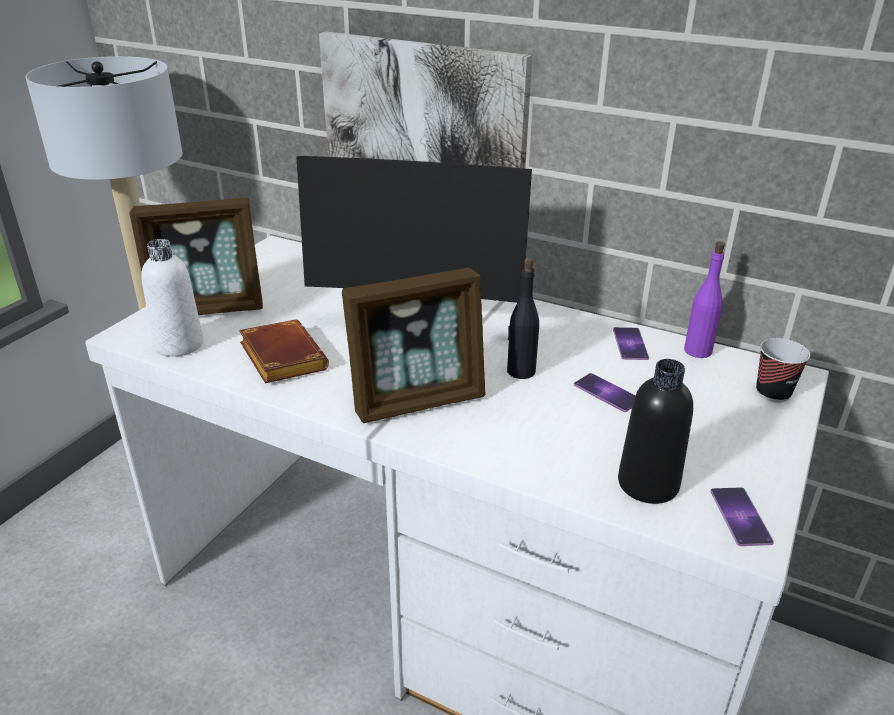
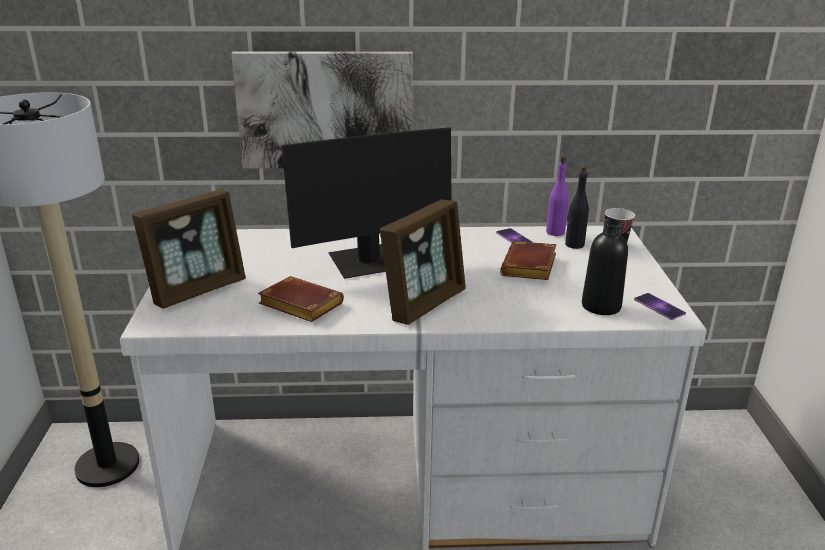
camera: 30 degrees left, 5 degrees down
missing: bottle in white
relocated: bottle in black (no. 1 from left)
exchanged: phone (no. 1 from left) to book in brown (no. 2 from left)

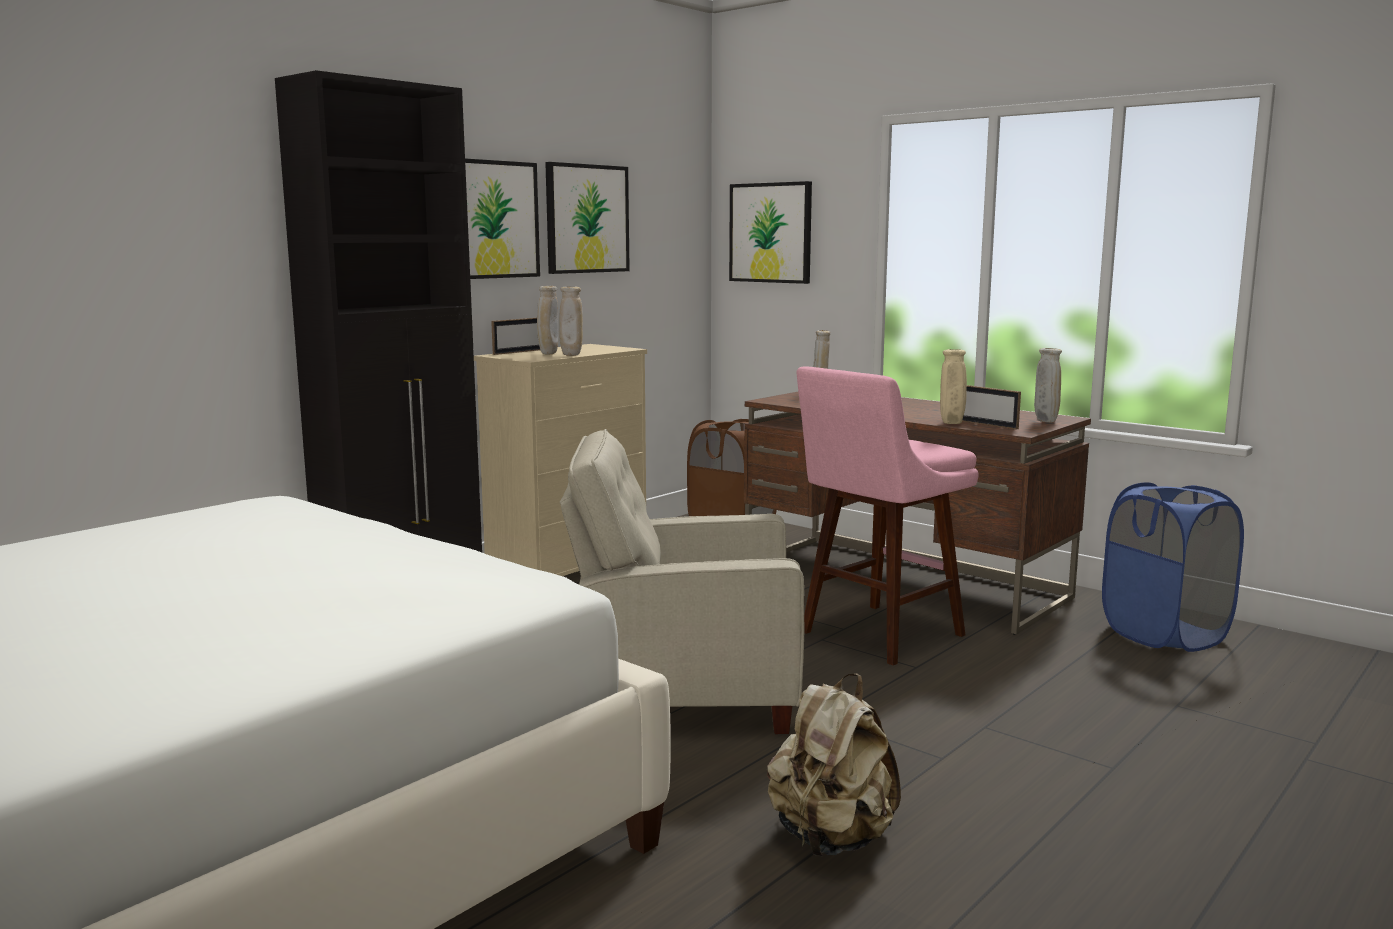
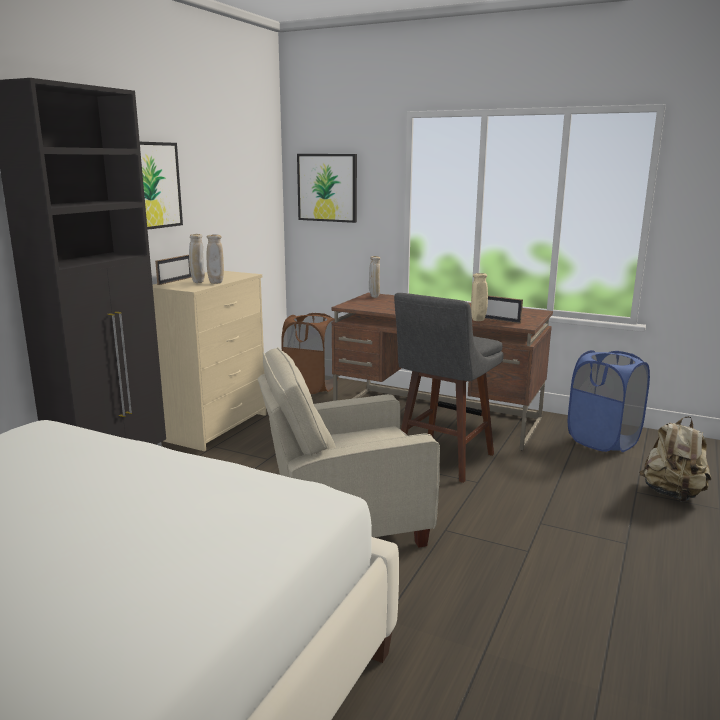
camera: 15 degrees left, 5 degrees up
missing: picture (no. 2 from left); vase in beige (no. 5 from left)
relocated: backpack in beige
colour: stool in pink to stool in grey

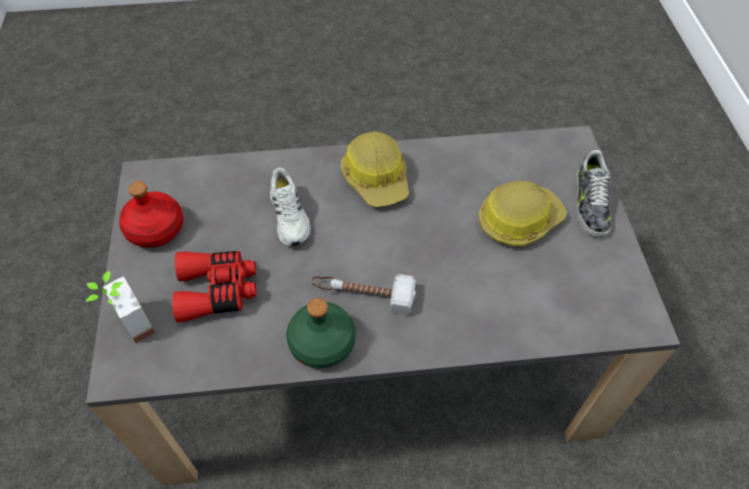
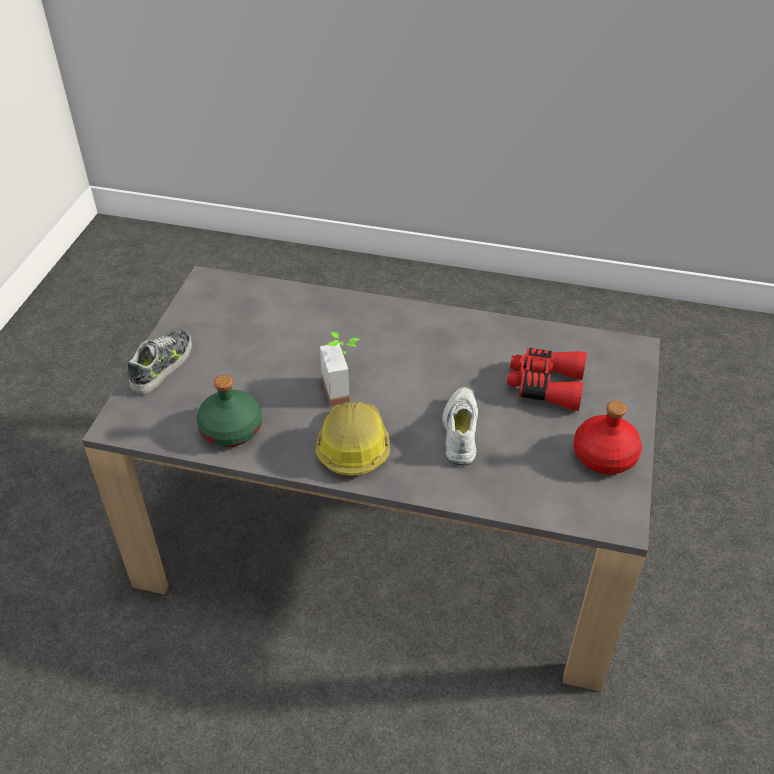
camera: 160 degrees left, 10 degrees down
missing: hammer; hard hat (no. 2 from left)
relocated: bottle in green; potted plant

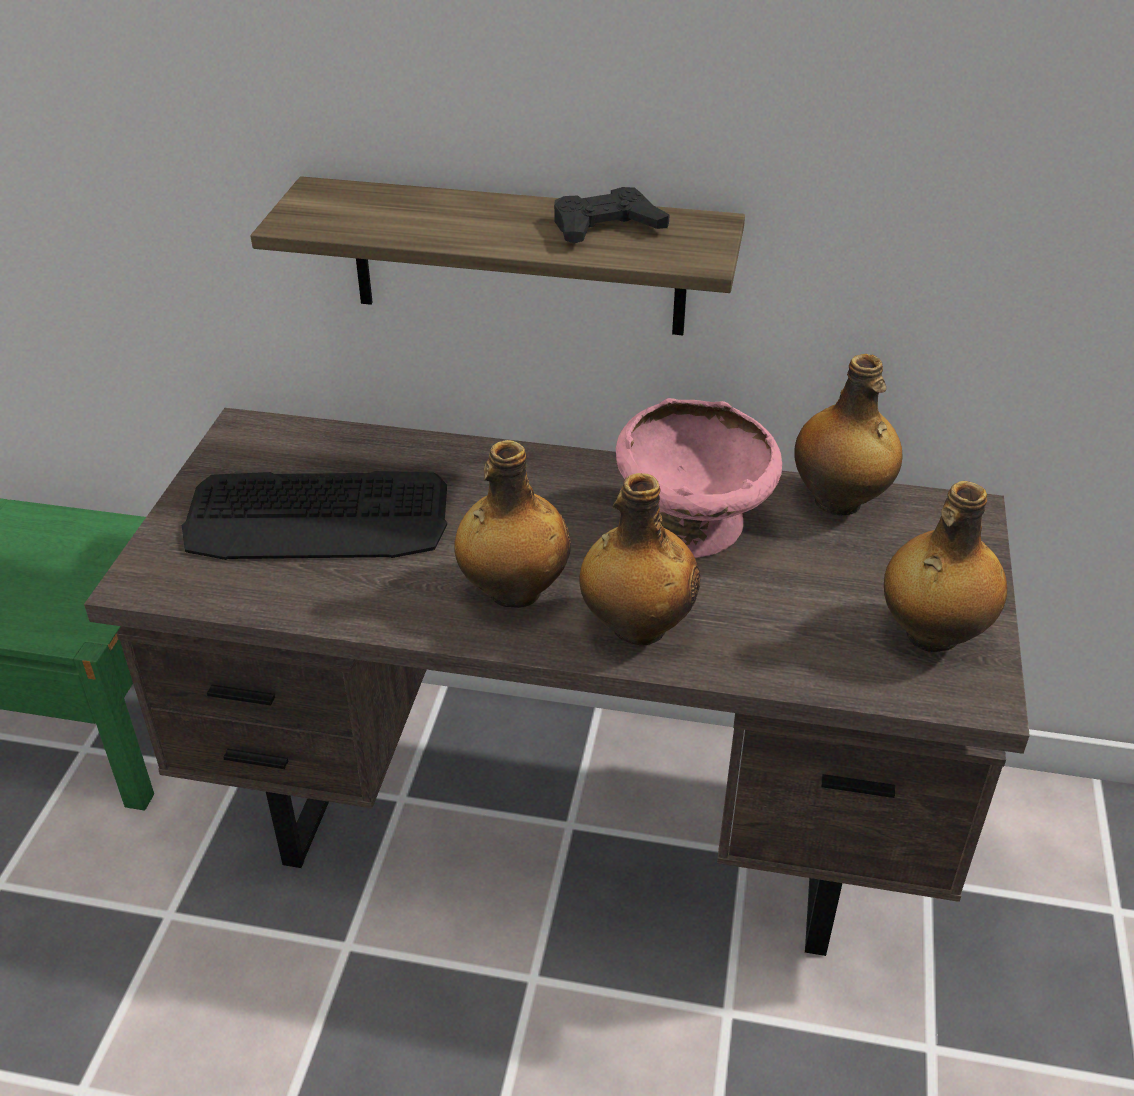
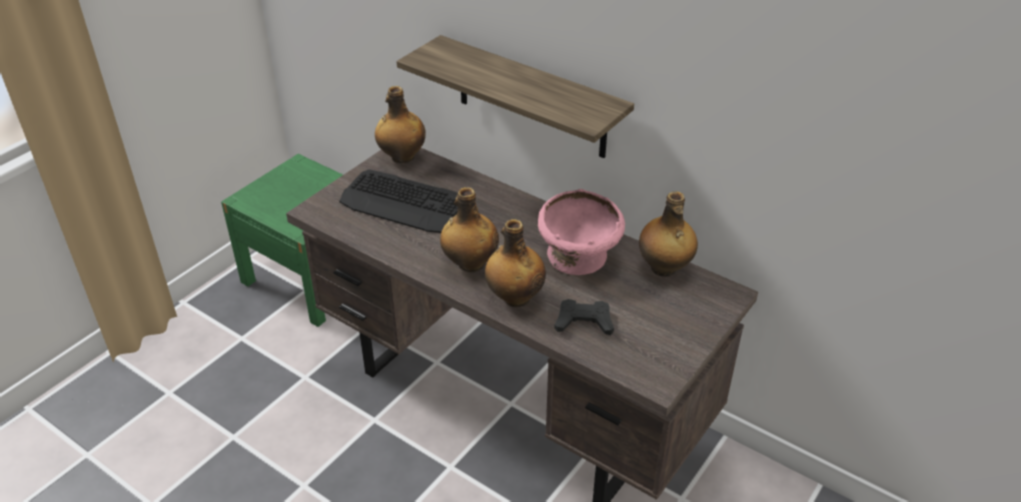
camera: 25 degrees right, 0 degrees up
relocated: bottle (no. 4 from left in the first image) to bottle (no. 1 from left); game controller in black

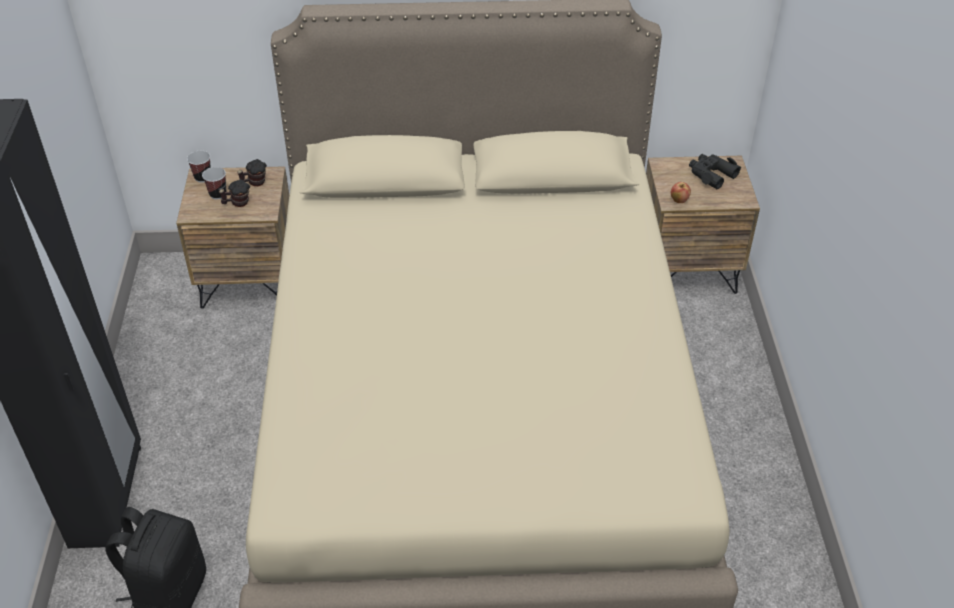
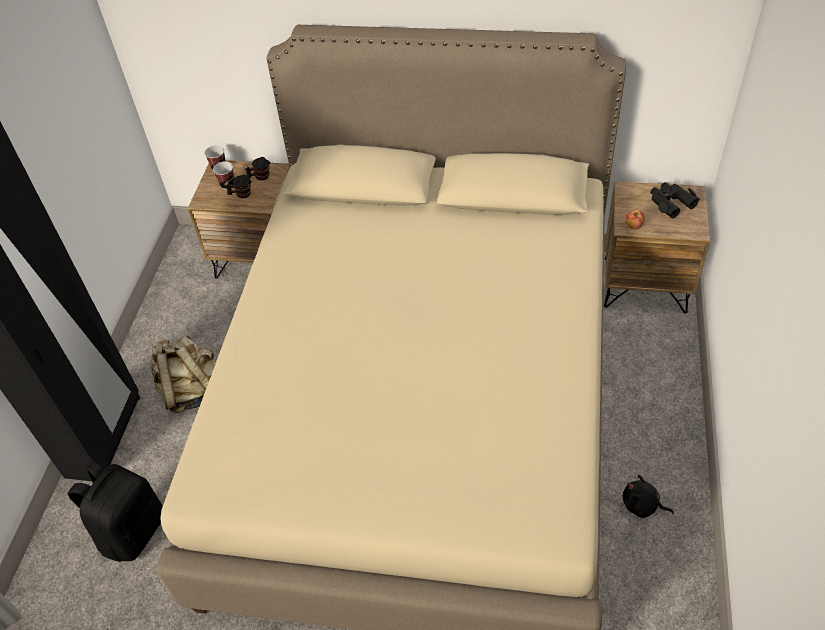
camera: 15 degrees right, 5 degrees up
appeared: backpack in beige; plush toy in black

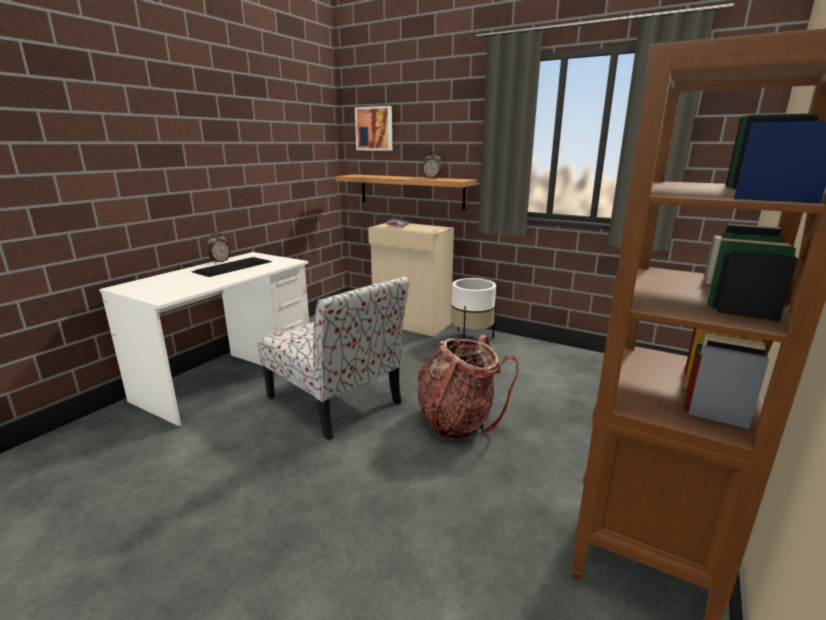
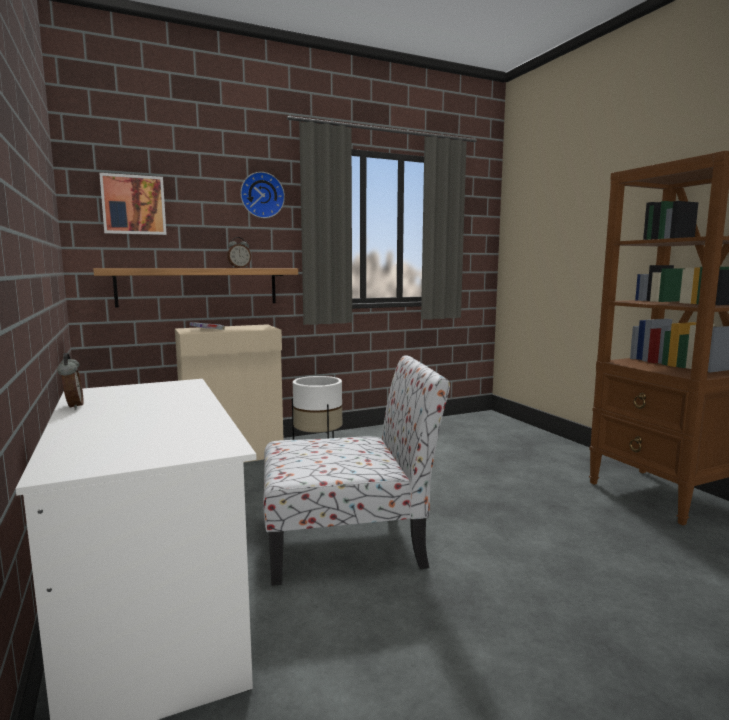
camera: 55 degrees left, 10 degrees down
missing: keyboard; backpack
appeared: wall clock

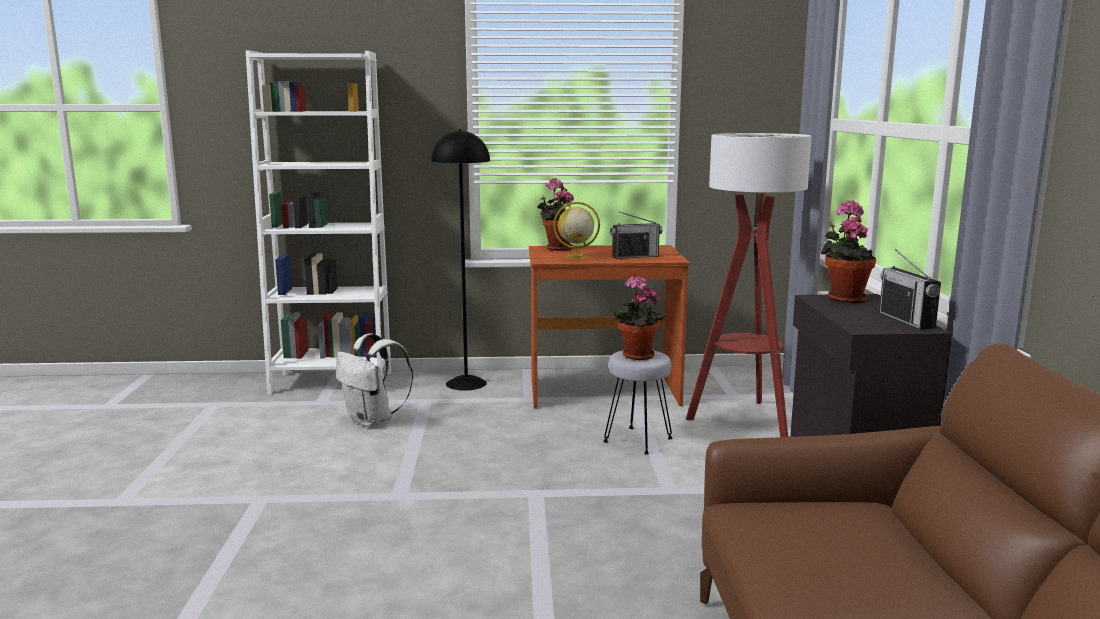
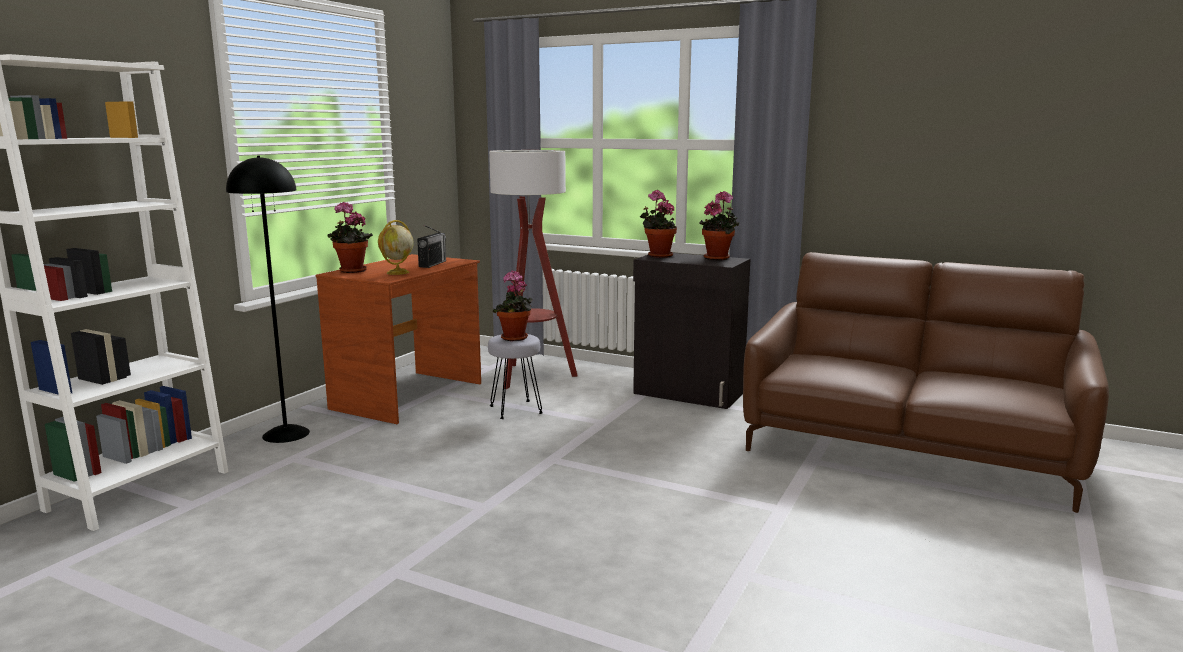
camera: 60 degrees left, 0 degrees up
missing: backpack in white
exchanged: radio (no. 2 from left) to potted plant (no. 4 from left)

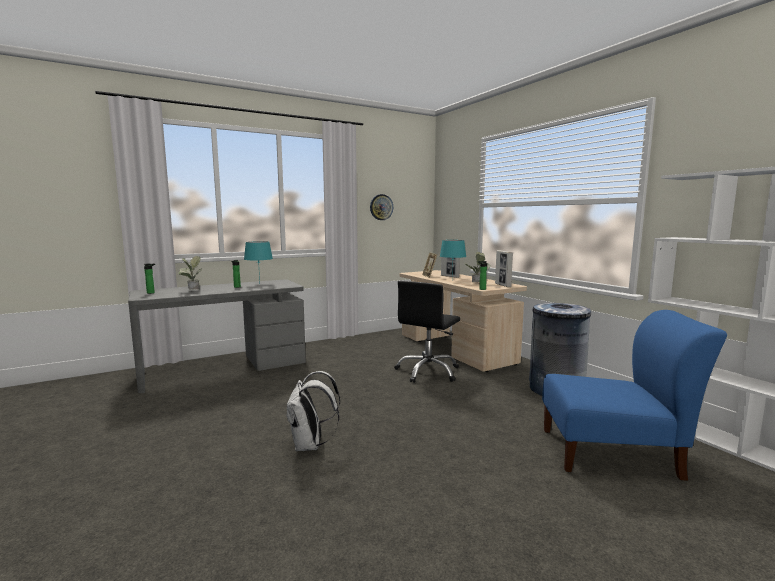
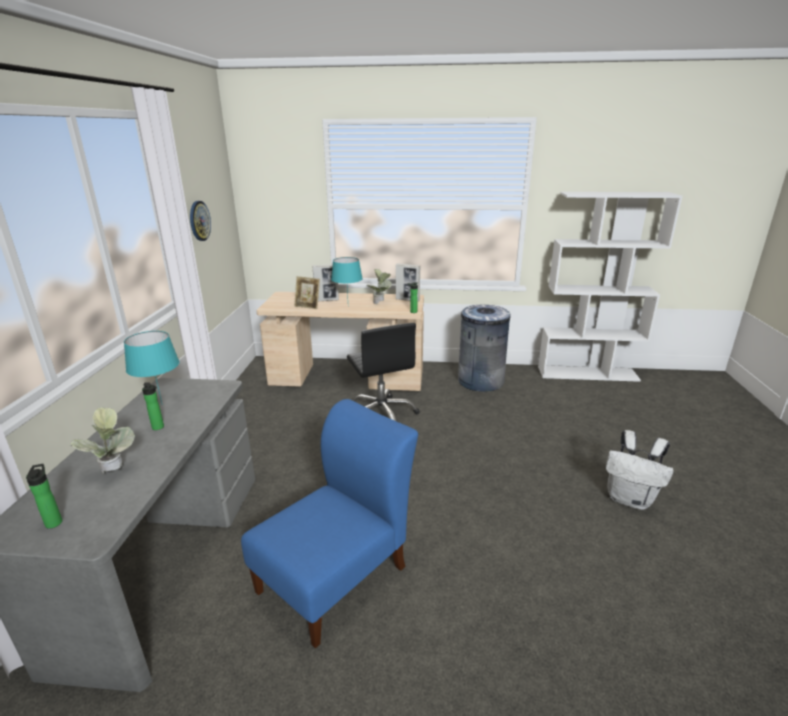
camera: 55 degrees left, 15 degrees up
relocated: chair in blue; backpack in white

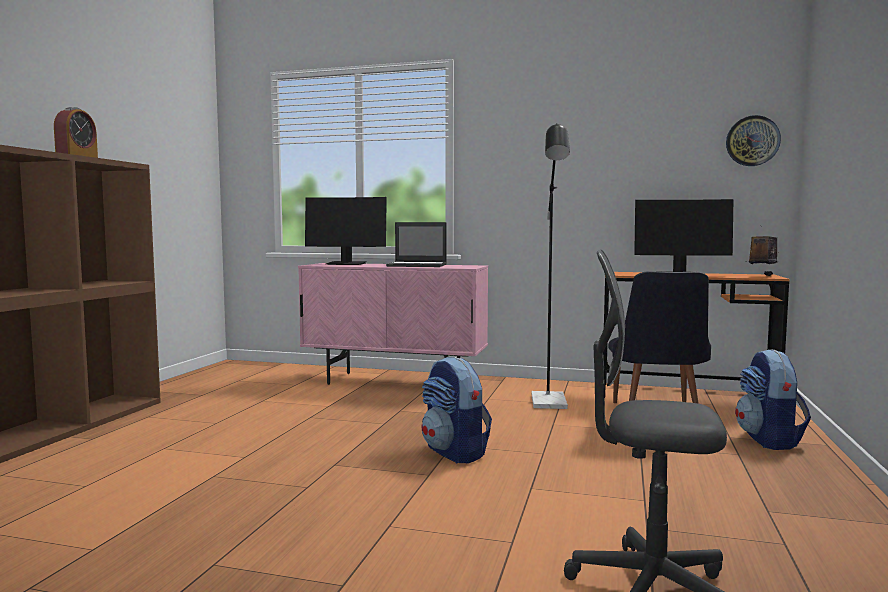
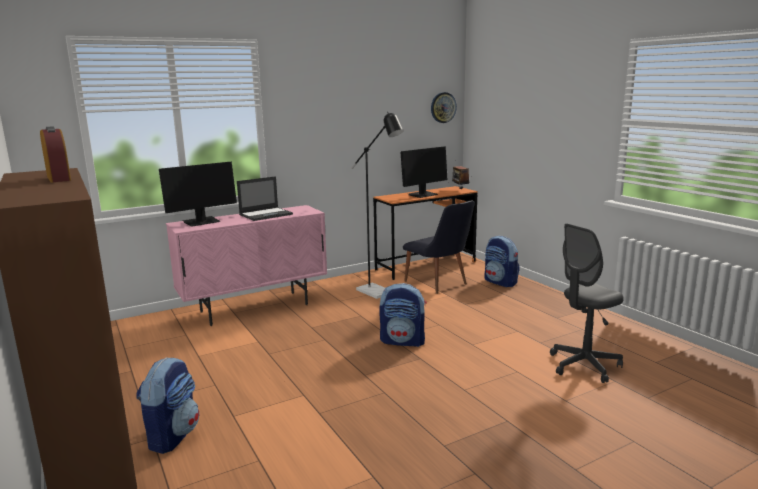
camera: 45 degrees left, 10 degrees up
appeared: backpack (no. 1 from left)

